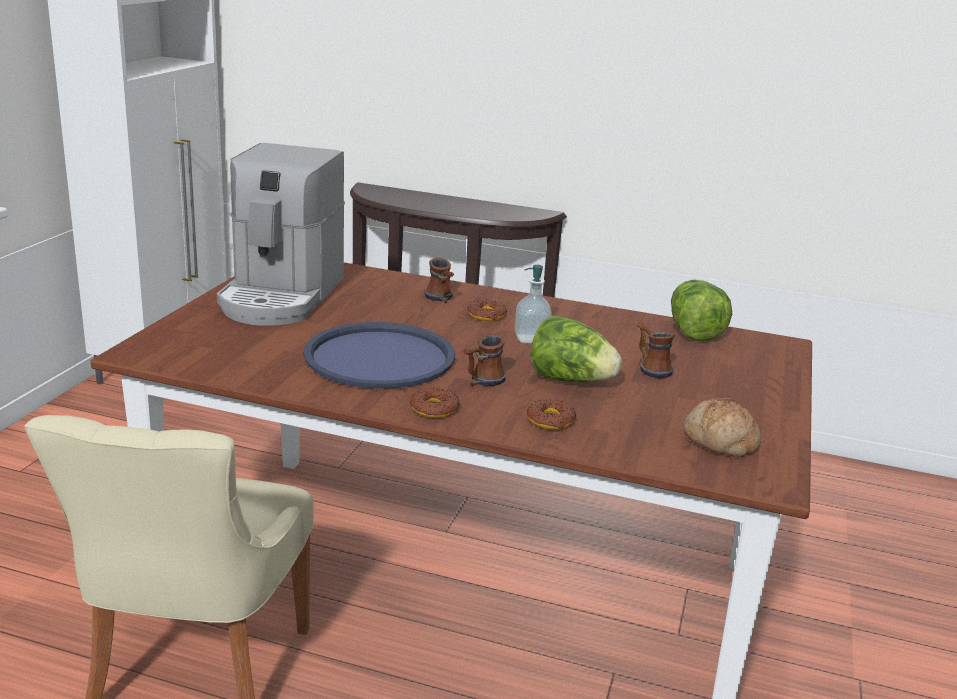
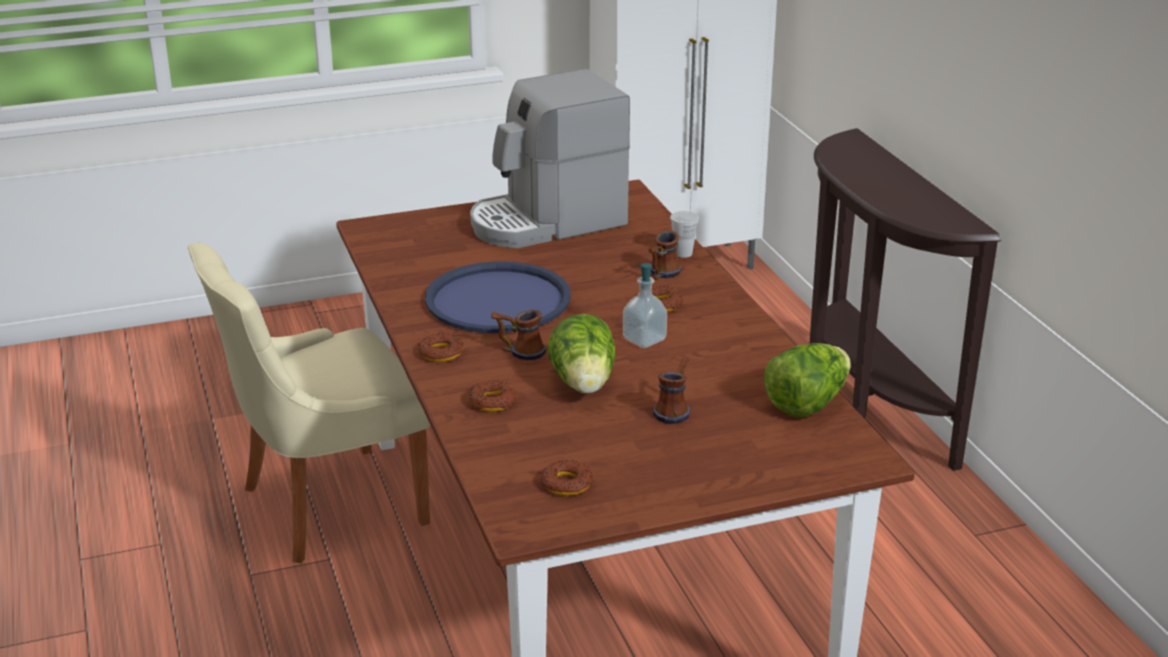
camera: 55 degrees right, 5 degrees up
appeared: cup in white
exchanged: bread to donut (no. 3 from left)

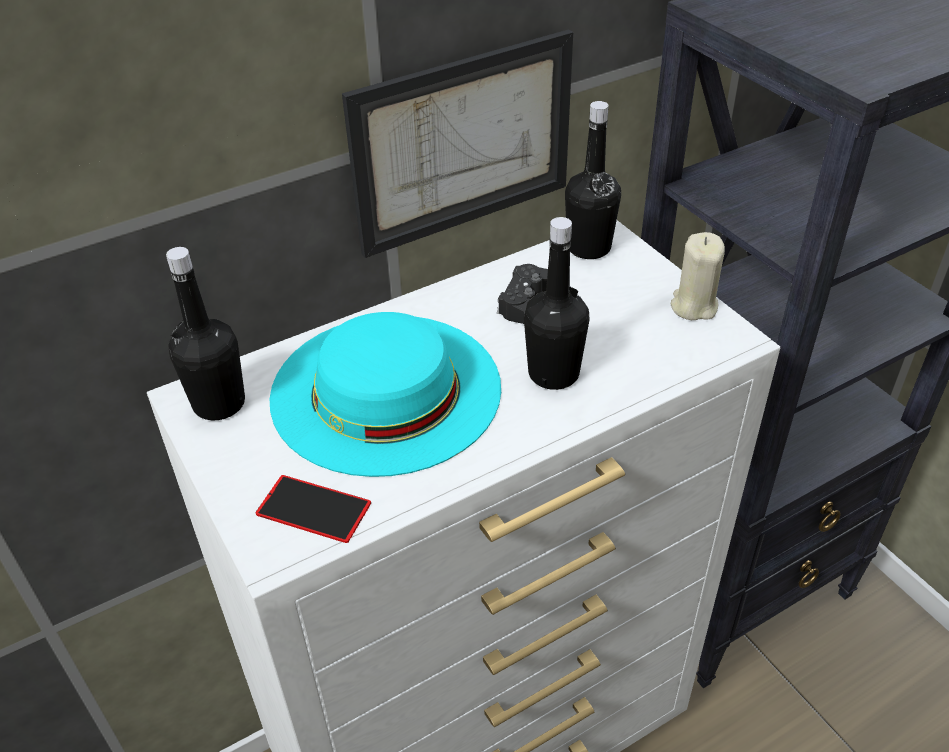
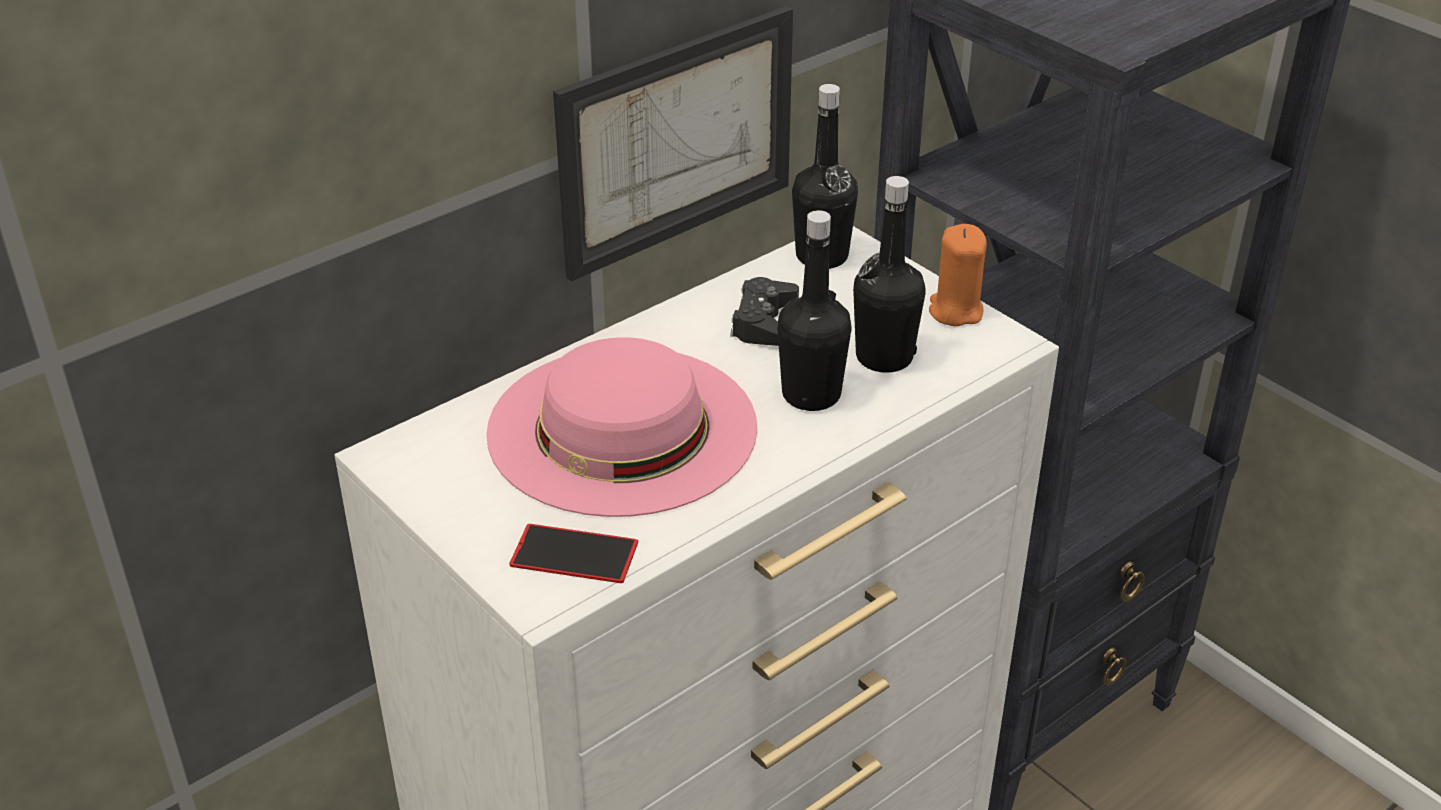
camera: 10 degrees left, 5 degrees down
relocated: bottle in black (no. 1 from left in the first image) to bottle in black (no. 3 from left)
colour: hat in turquoise to hat in pink; candle in beige to candle in orange

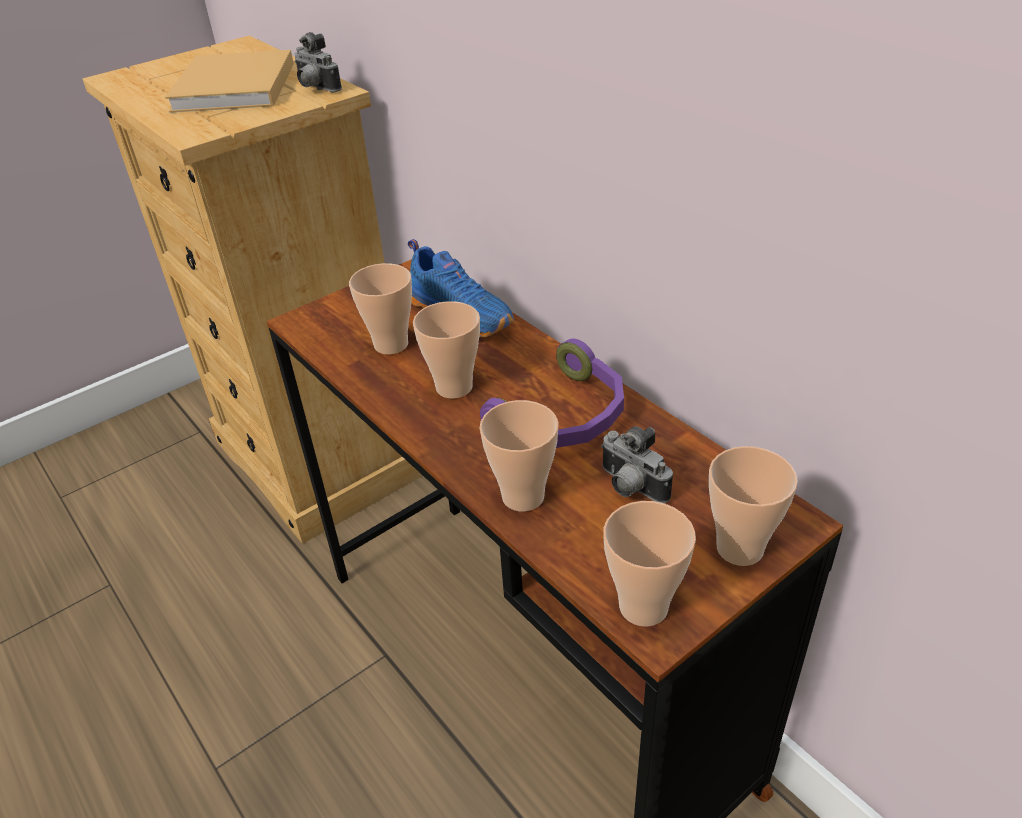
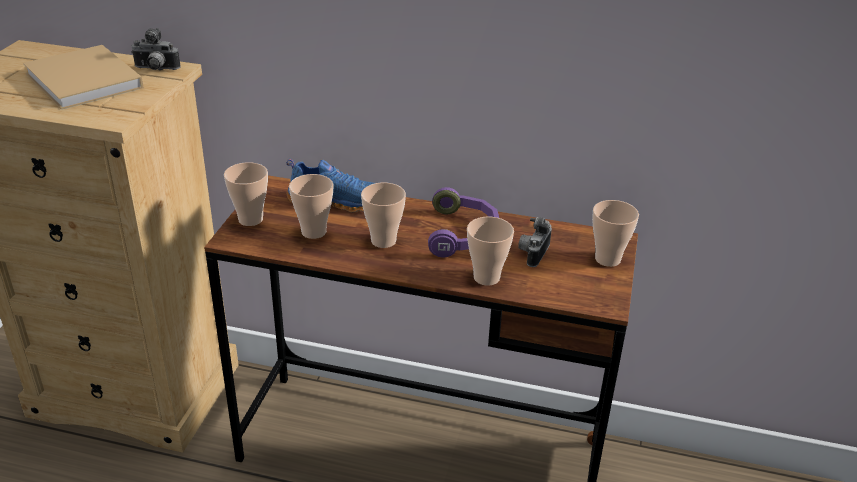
camera: 40 degrees left, 5 degrees down
relocated: cup (no. 4 from left in the first image) to cup (no. 1 from left)
spun: photo camera (no. 2 from left) 105 degrees clockwise

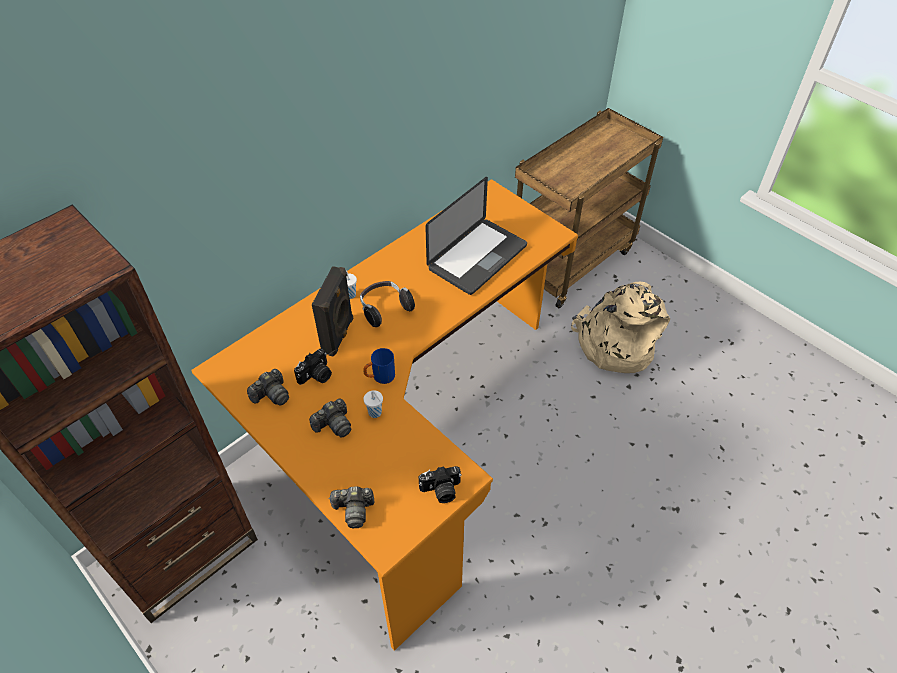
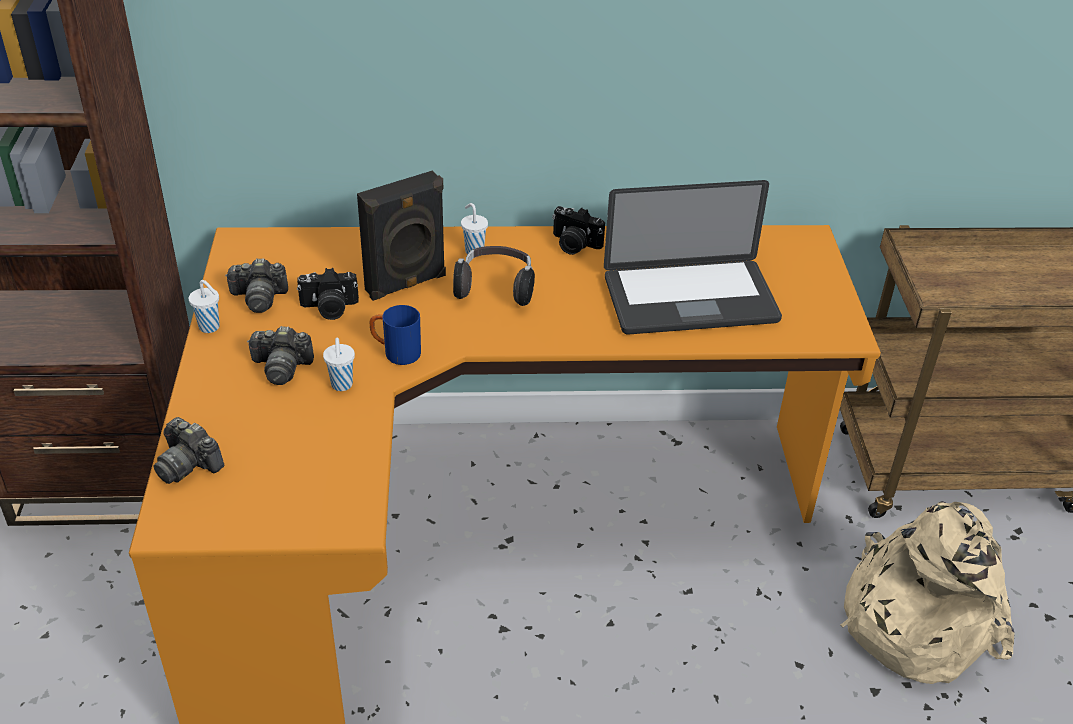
camera: 40 degrees right, 10 degrees down
appeared: cup in white (no. 1 from left)
relocated: photo camera (no. 5 from left)

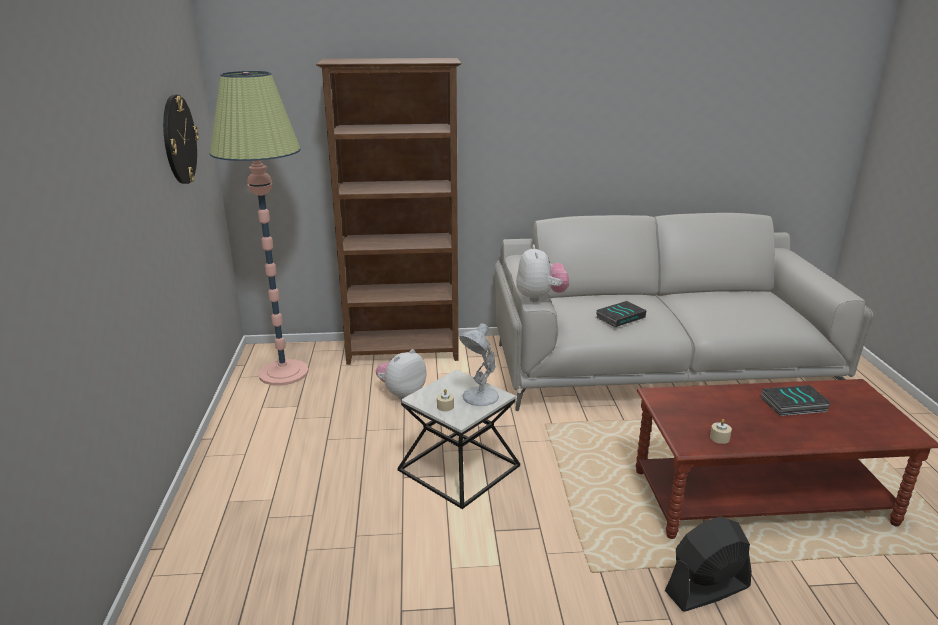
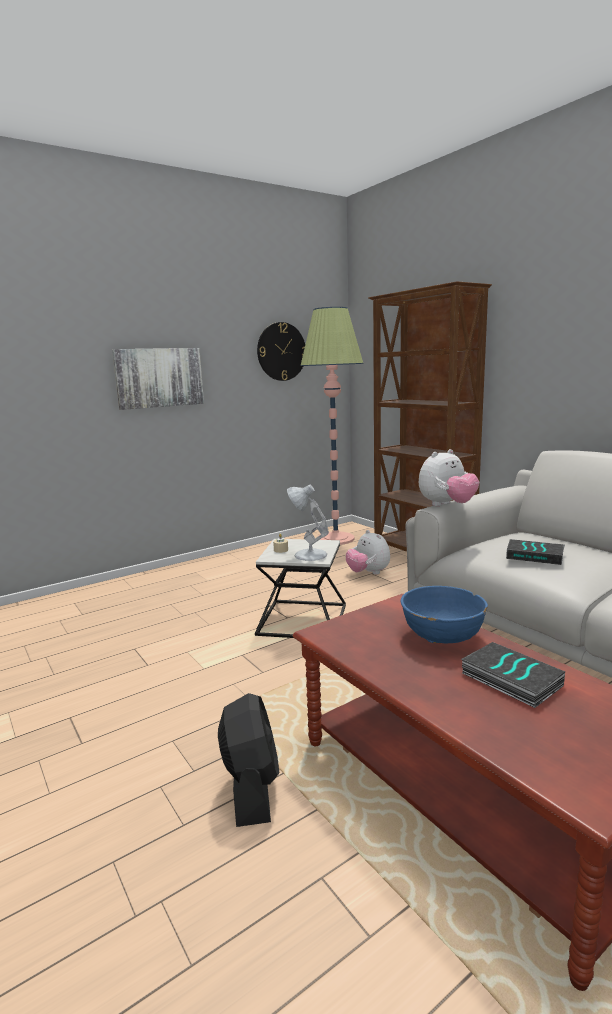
camera: 60 degrees right, 10 degrees down
missing: candle in beige (no. 2 from left)
appeared: picture; bowl in blue
spun: fan in black 45 degrees clockwise; plush toy (no. 1 from left) 135 degrees counterclockwise

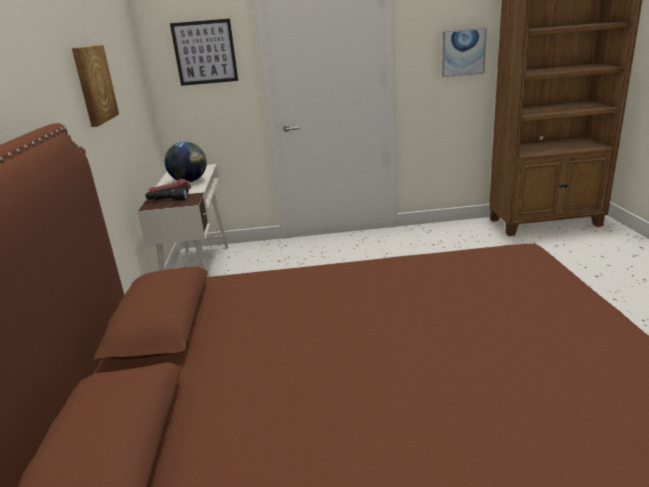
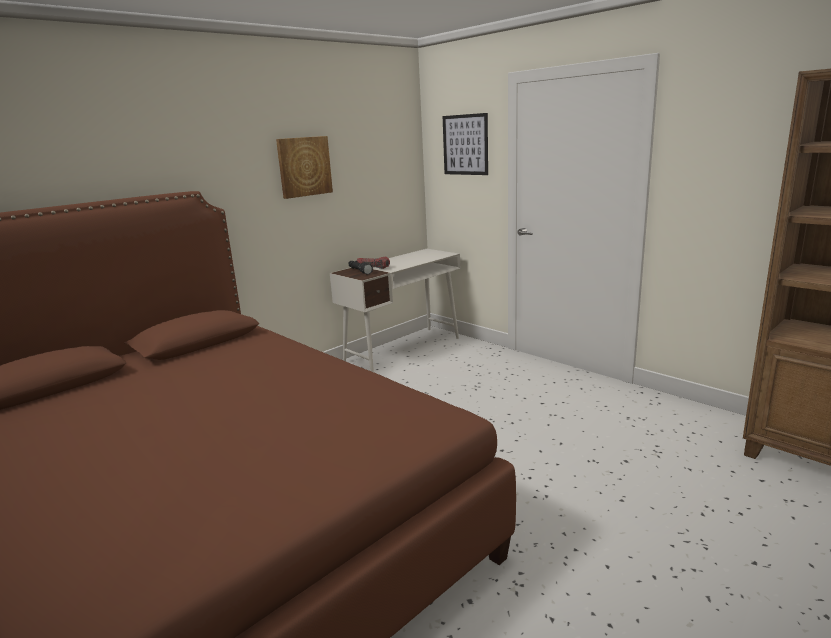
camera: 50 degrees right, 5 degrees down
missing: globe; picture (no. 3 from left)

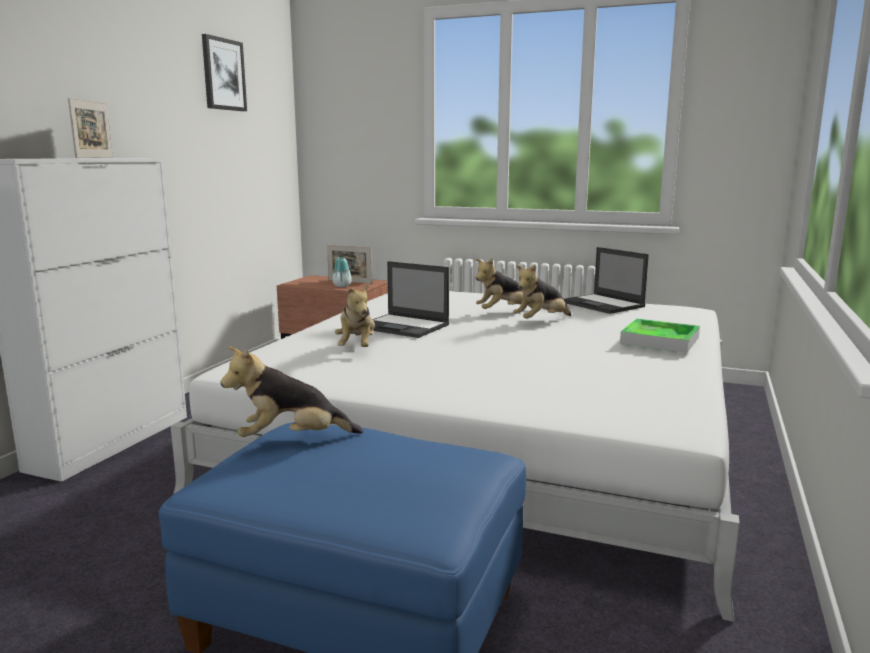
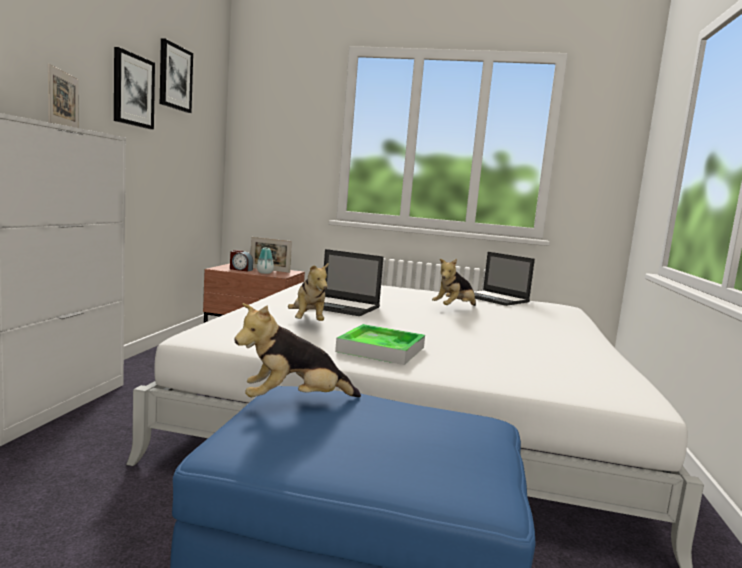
camera: 10 degrees left, 5 degrees down
missing: plush toy (no. 3 from left)
appeared: picture (no. 1 from left); alarm clock
relocated: tray

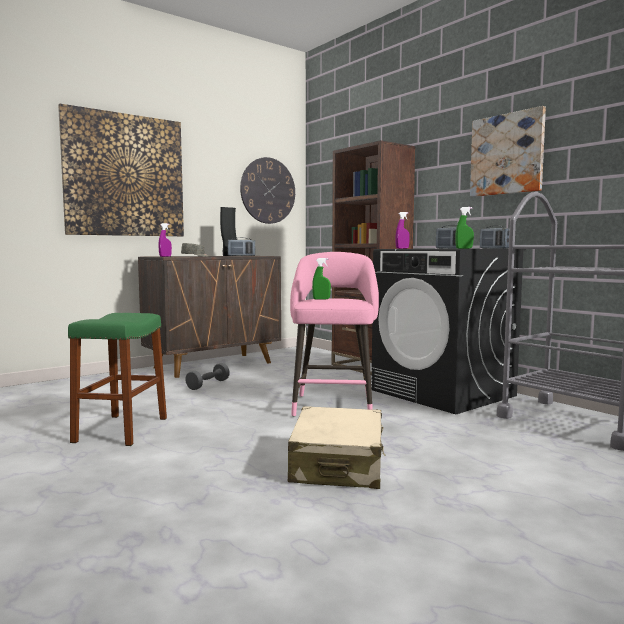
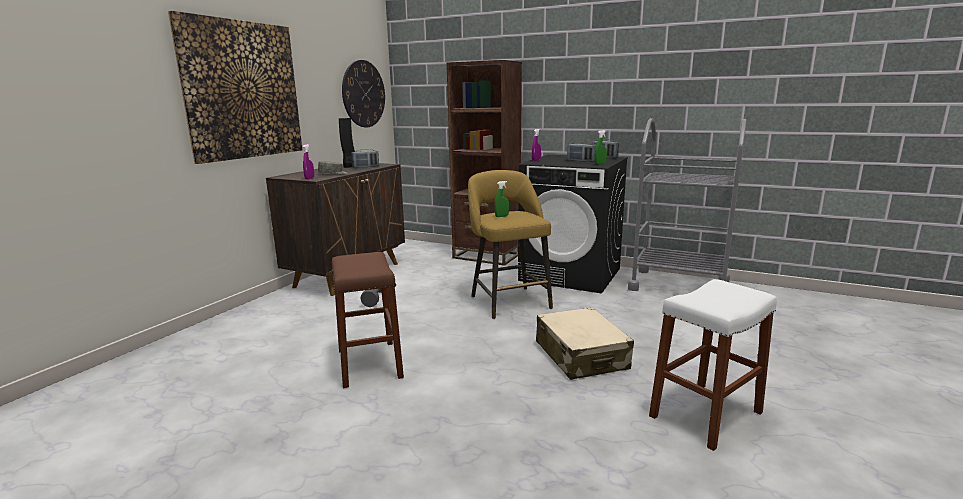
camera: 25 degrees left, 10 degrees up
missing: picture (no. 2 from left)
appeared: stool in white
colour: stool in green to stool in brown; stool in pink to stool in yellow

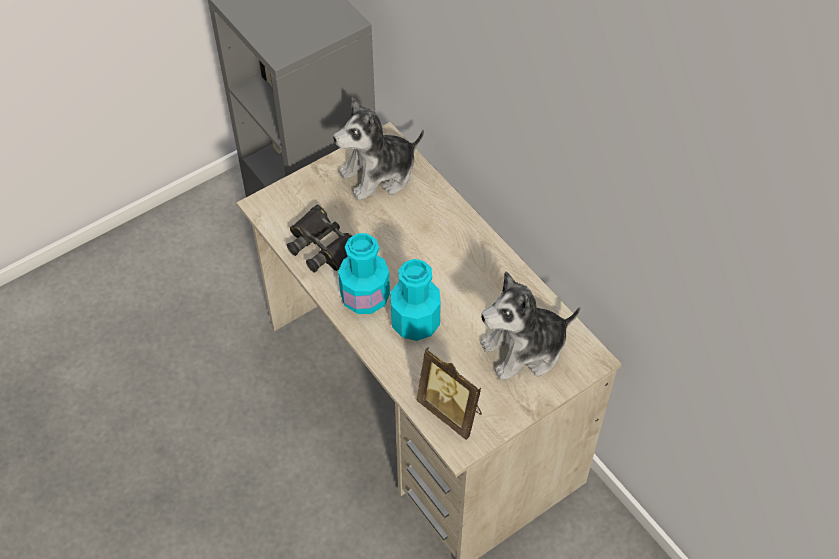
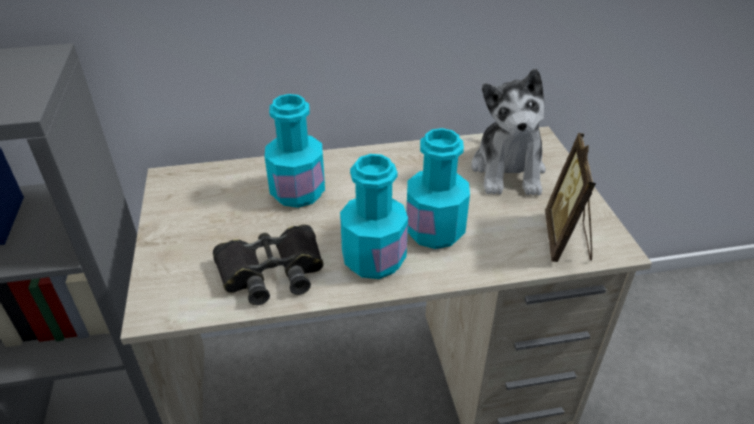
camera: 65 degrees left, 15 degrees down
missing: plush toy (no. 1 from left)
appeared: bottle in turquoise (no. 1 from left)
spun: picture frame 120 degrees clockwise

